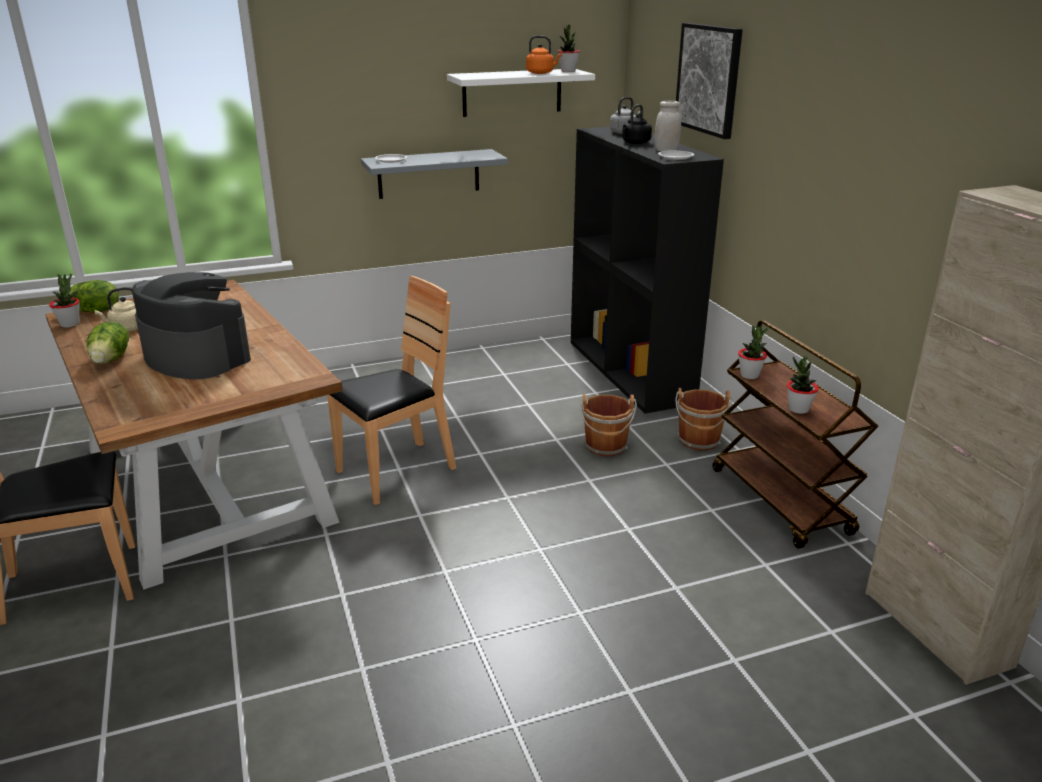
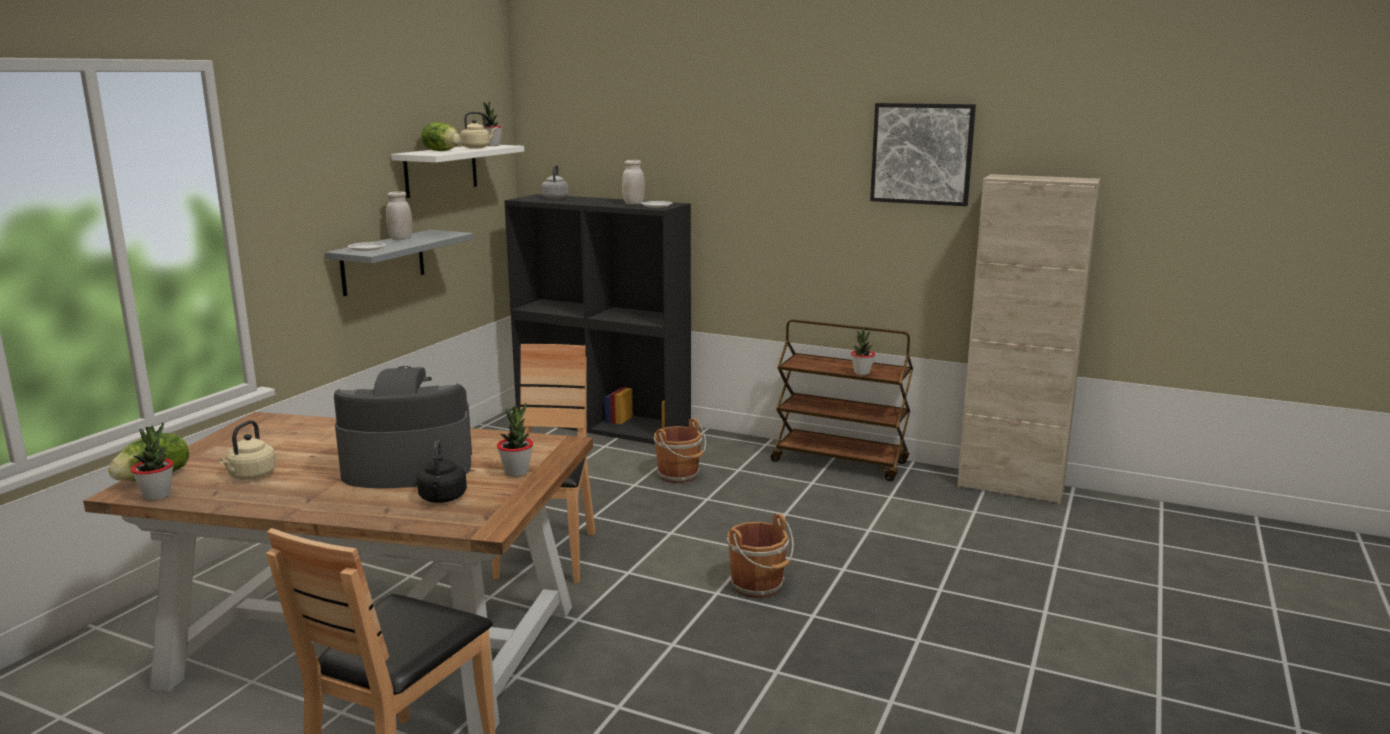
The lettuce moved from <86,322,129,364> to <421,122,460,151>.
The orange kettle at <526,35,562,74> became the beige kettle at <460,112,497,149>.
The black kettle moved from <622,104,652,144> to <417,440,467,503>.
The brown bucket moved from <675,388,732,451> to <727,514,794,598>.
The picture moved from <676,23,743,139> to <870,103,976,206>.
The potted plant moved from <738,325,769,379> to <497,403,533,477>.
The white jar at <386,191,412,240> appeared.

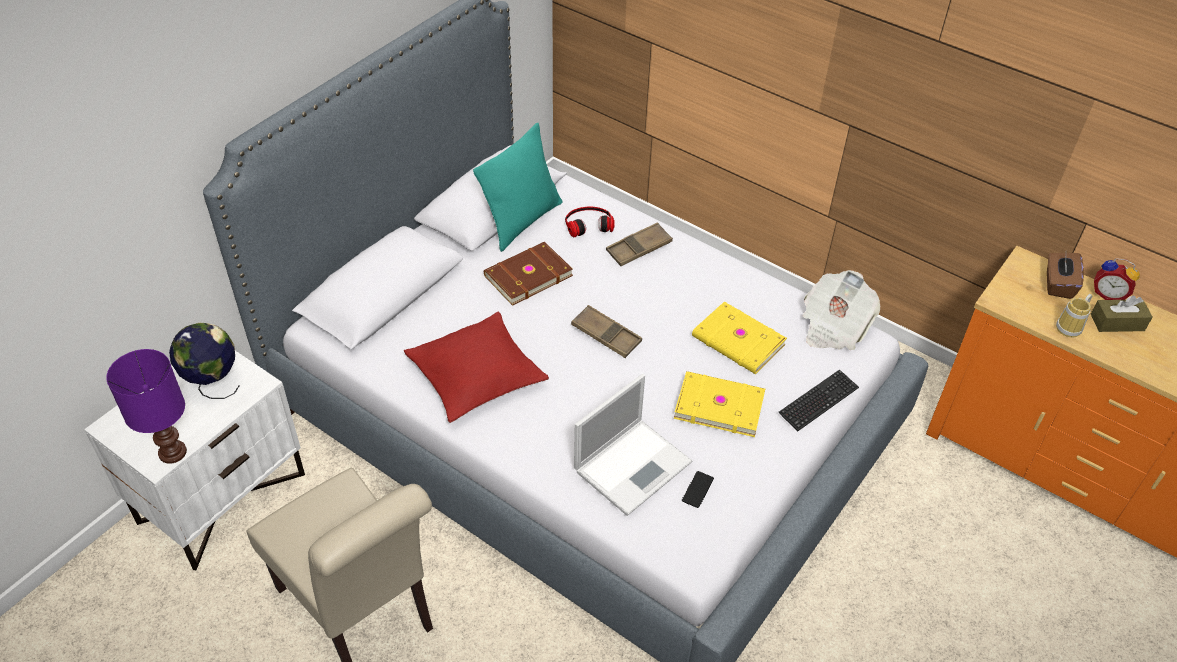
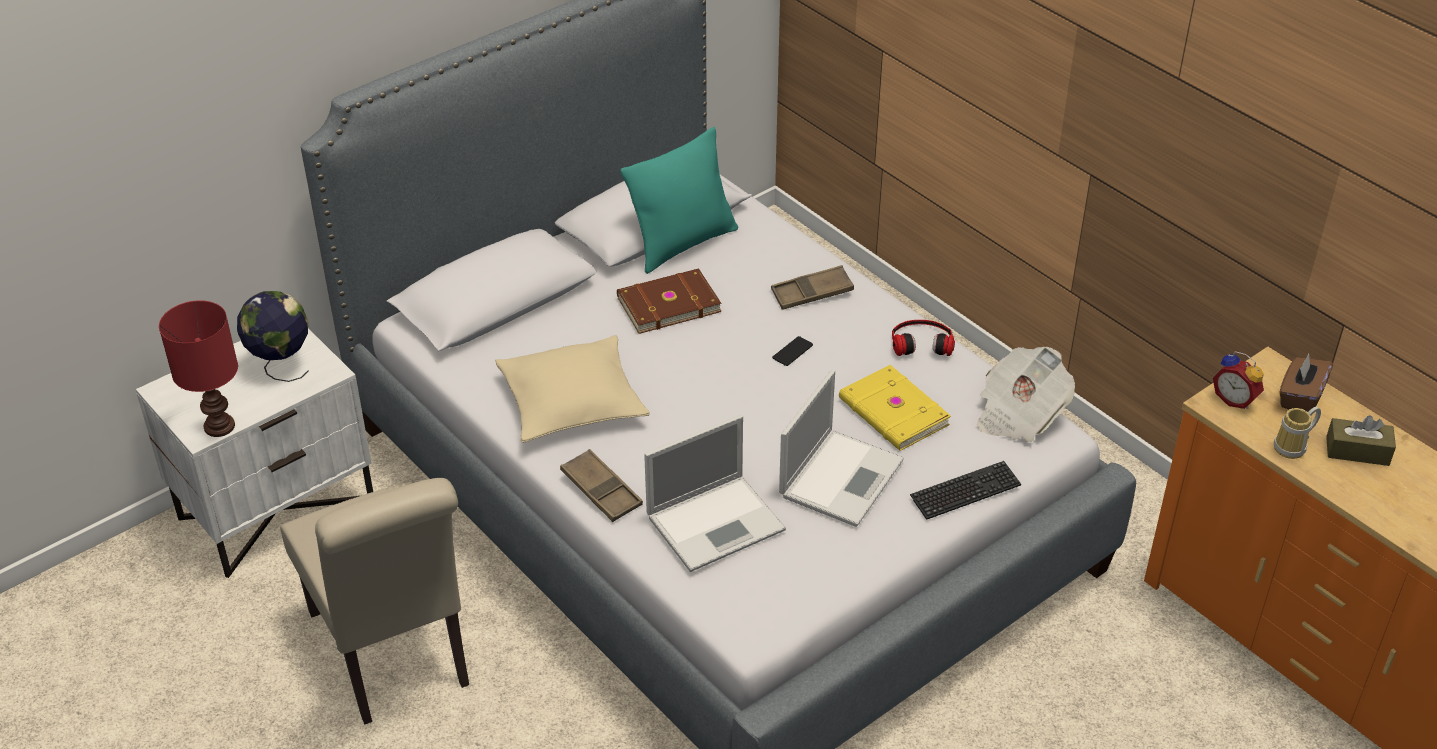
The purple table lamp at <106,349,187,464> became the red table lamp at <159,300,238,437>.
The red pillow at <404,311,549,423> became the beige pillow at <495,335,650,443>.
The headphones moved from <565,207,615,237> to <892,320,955,356>.
The brown tray moved from <571,305,642,358> to <560,449,643,522>.
The yellow book at <674,371,765,437> was replaced by the laptop at <779,370,904,527>.
The phone moved from <682,471,714,508> to <772,336,813,366>.
The alarm clock moved from <1094,258,1140,300> to <1213,351,1264,409>.

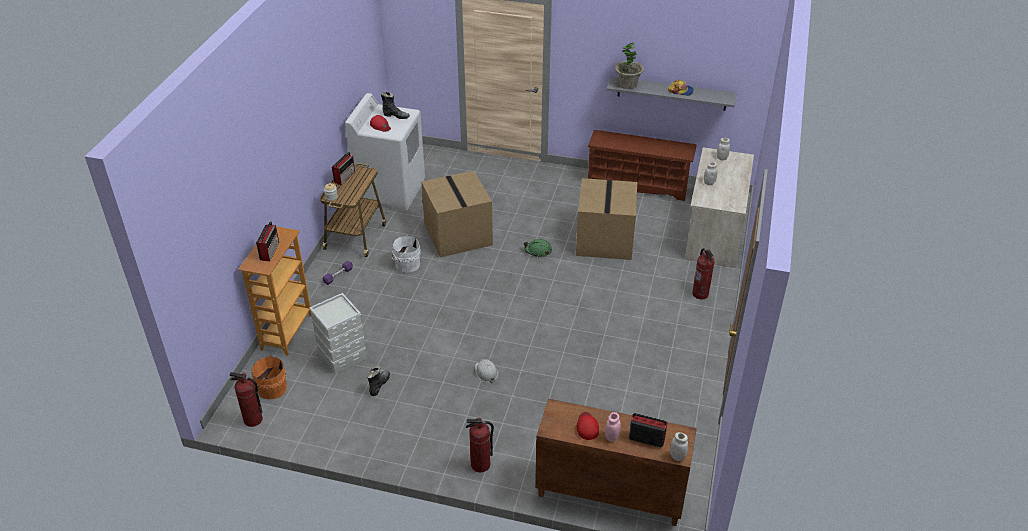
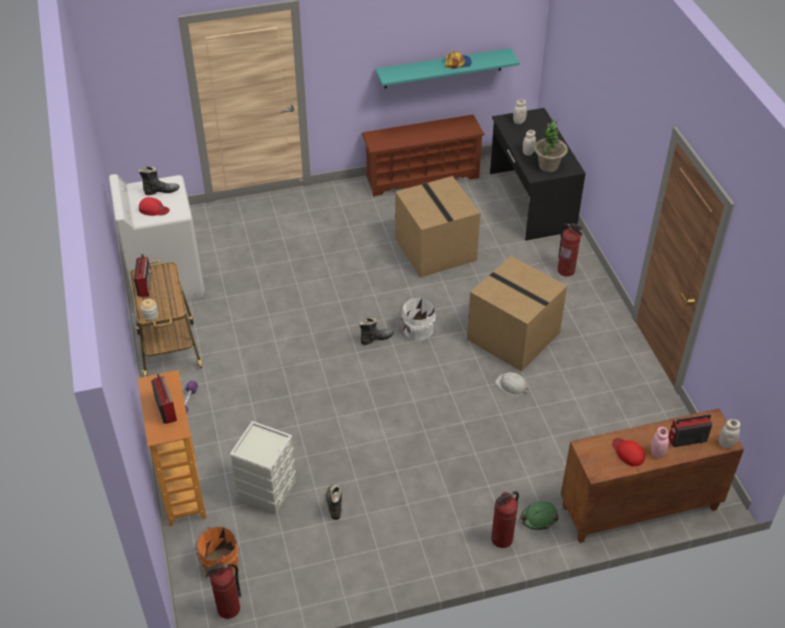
The white bucket moved from <392,234,421,273> to <399,297,436,341>.
The cardboard box moved from <421,171,493,258> to <467,256,567,372>.
The white hard hat moved from <475,359,498,383> to <495,372,529,396>.
The green hard hat moved from <524,239,552,257> to <520,501,558,530>.
The grey shelf at <607,76,737,111> became the turquoise shelf at <376,48,520,88>.
The potted plant moved from <615,42,644,89> to <534,120,568,172>.
The beige desk at <685,147,754,268> became the black desk at <490,108,586,241>.
The black boot at <359,318,394,345> appeared.

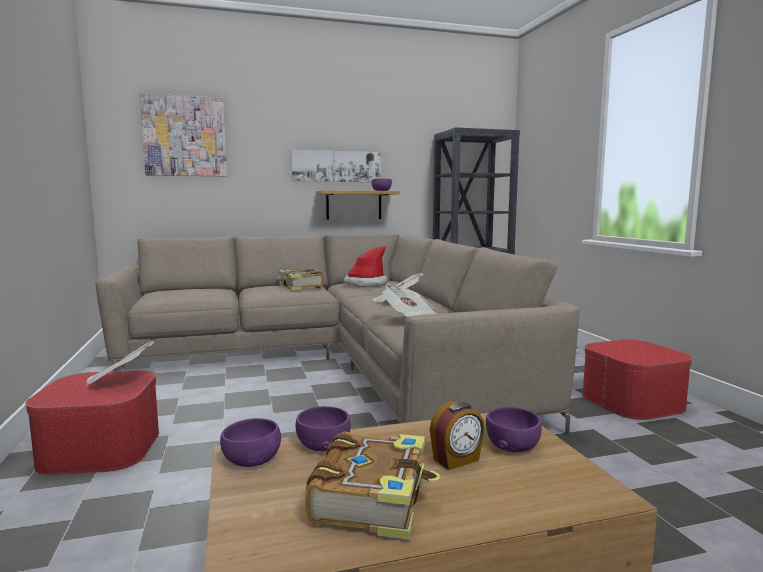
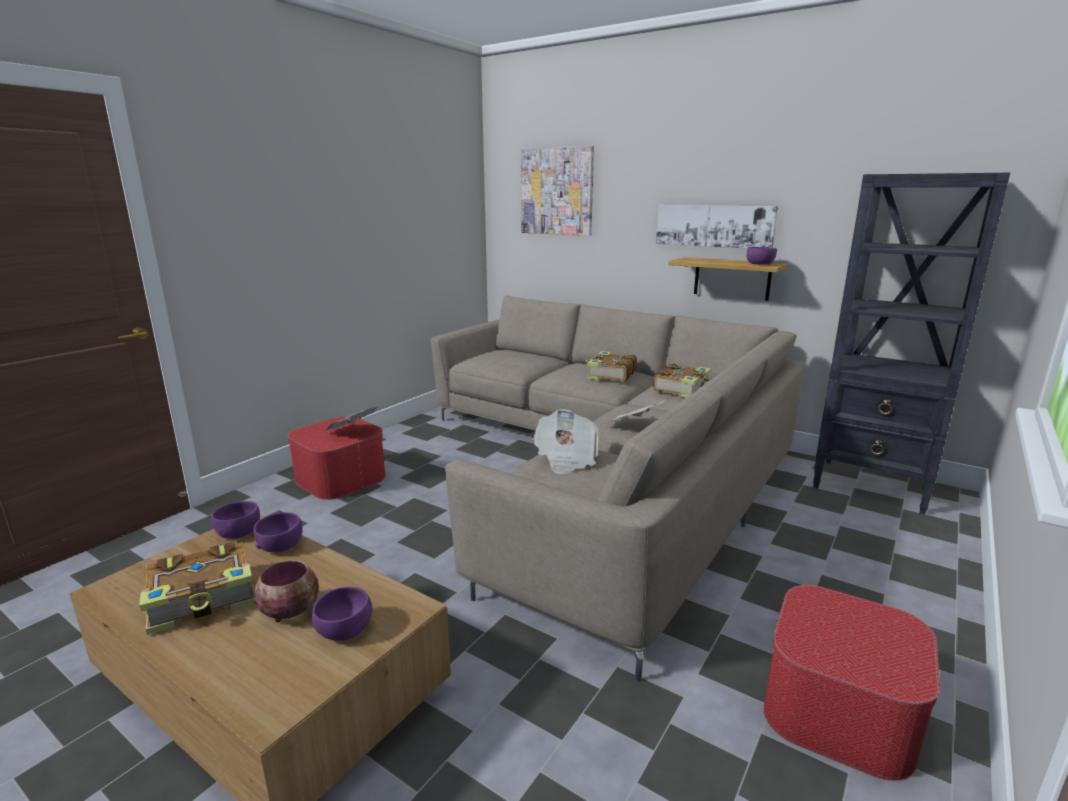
The hat at <344,246,388,287> was replaced by the book at <653,363,711,398>.
The alarm clock at <430,401,485,470> was replaced by the bowl at <254,560,319,622>.

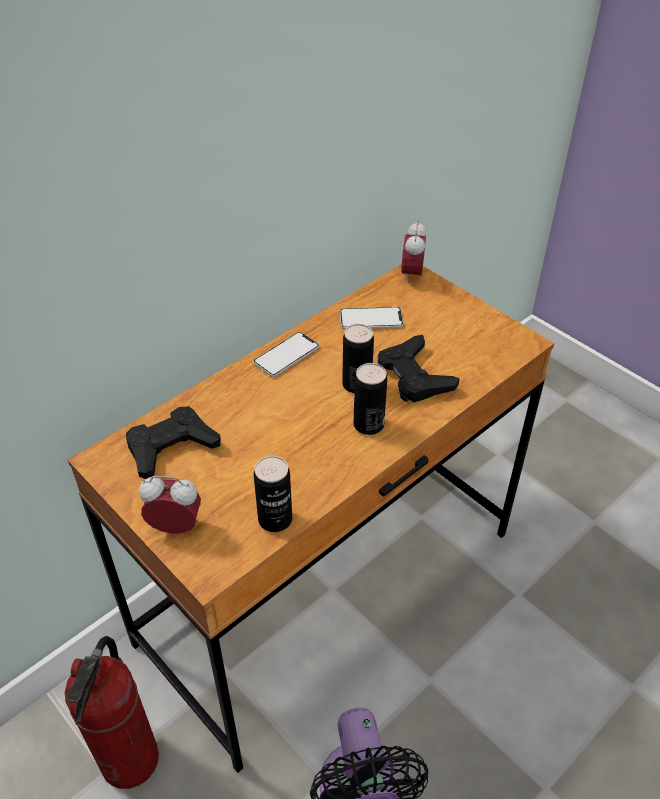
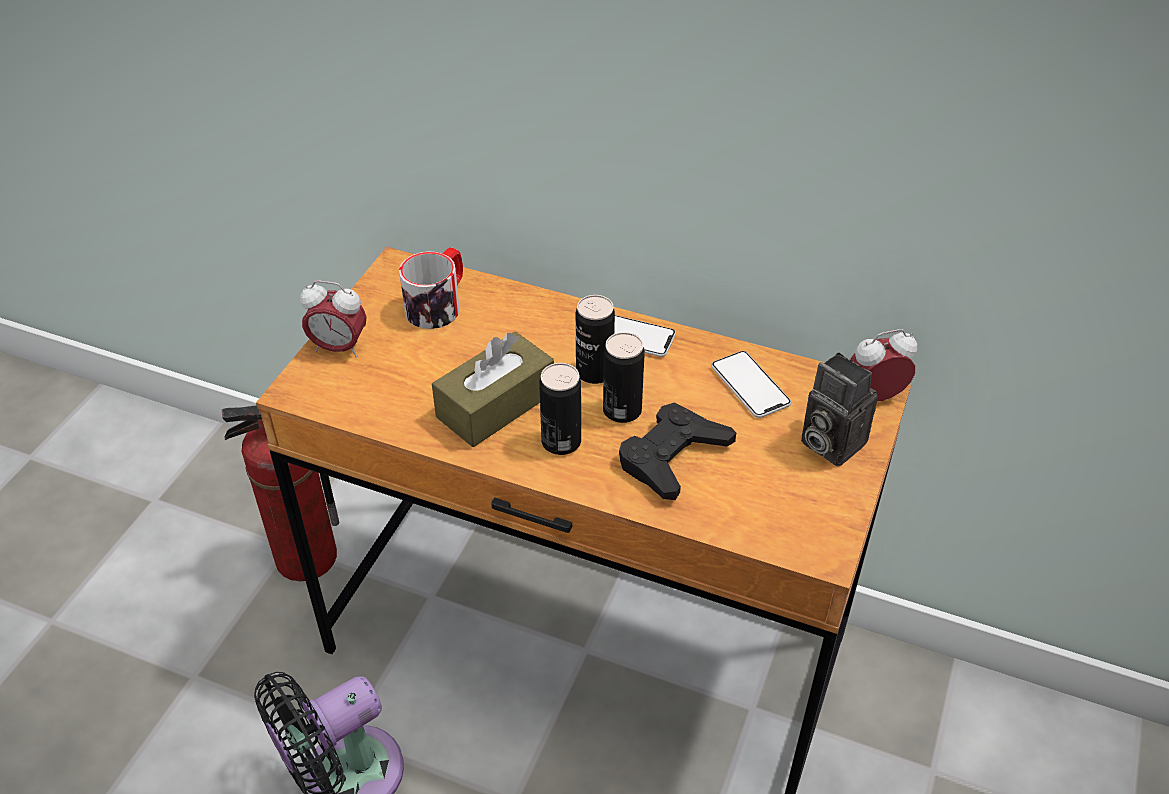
The black game controller at <126,406,221,479> was replaced by the mug at <399,247,463,329>.
The alarm clock at <139,476,201,534> turned 120 degrees clockwise.
The can moved from <254,456,292,532> to <576,295,615,384>.
The brown tissue box at <432,331,554,447> appeared.
The photo camera at <801,352,878,466> appeared.

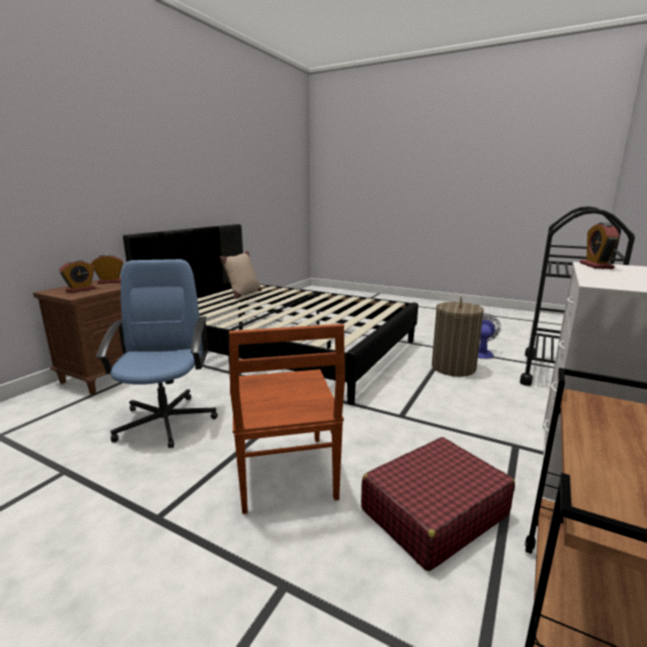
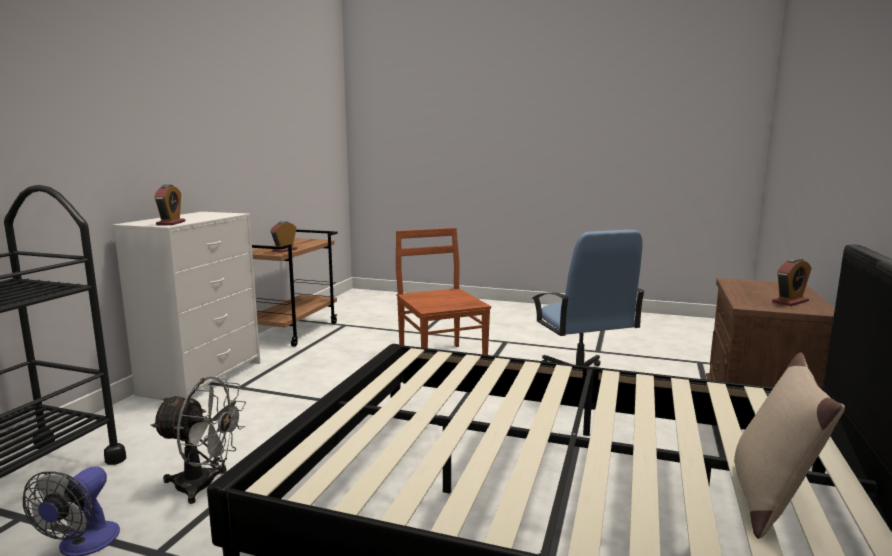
The alarm clock moved from <59,260,96,293> to <270,221,297,252>.
The red suitcase at <361,437,515,571> disappeared.
The laundry basket at <432,297,484,377> was replaced by the grey fan at <151,376,246,504>.

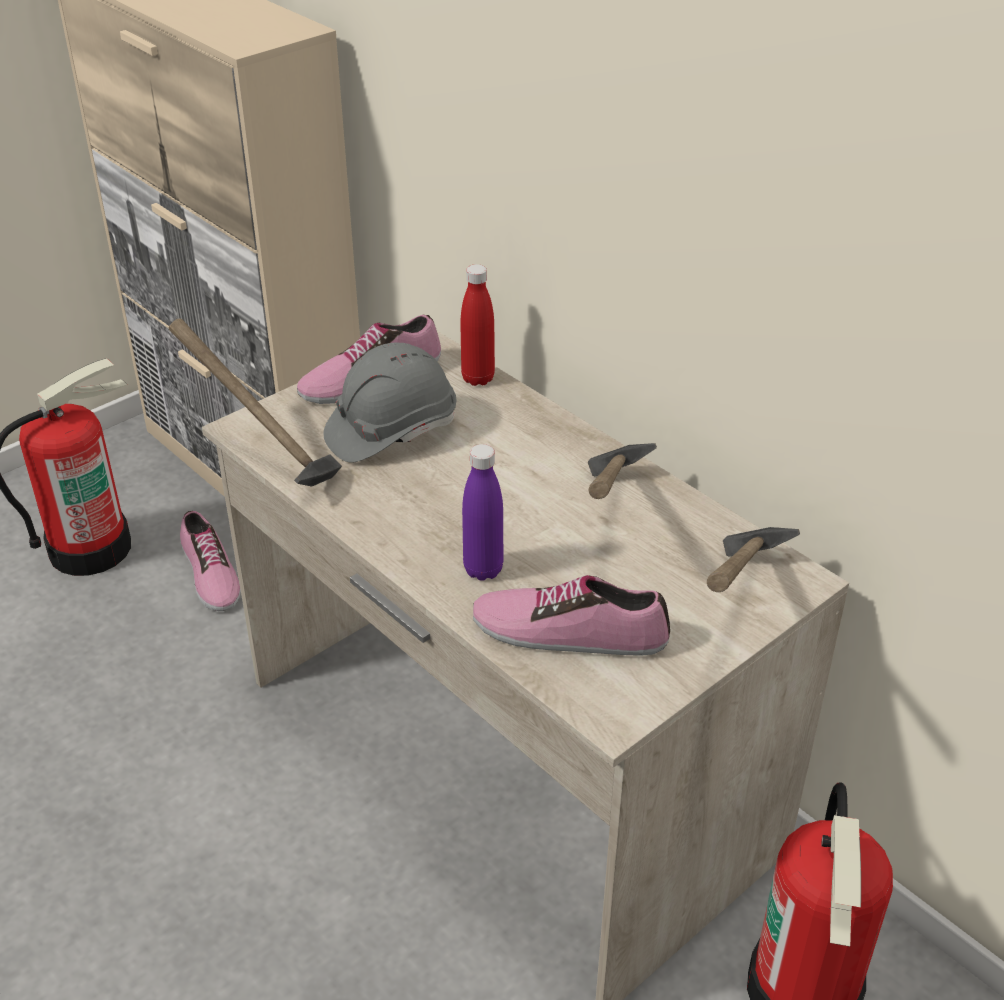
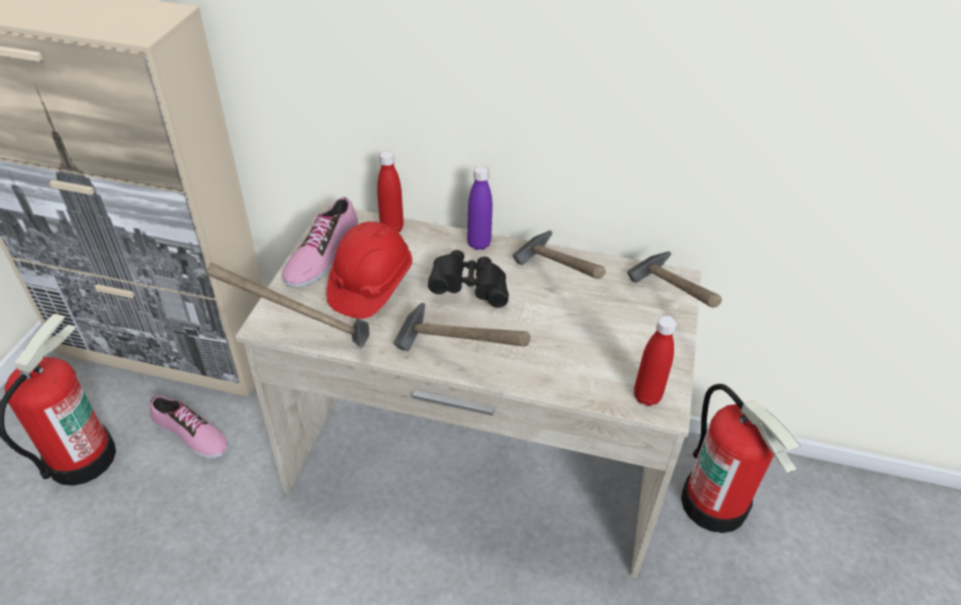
The grey hard hat at <324,343,457,463> became the red hard hat at <326,222,412,319>.
The purple bottle moved from <462,444,504,581> to <467,166,492,250>.
The shoe at <473,575,670,656> disappeared.
The hammer at <394,303,531,351> appeared.
The black binoculars at <428,250,509,308> appeared.
The red bottle at <634,315,677,406> appeared.

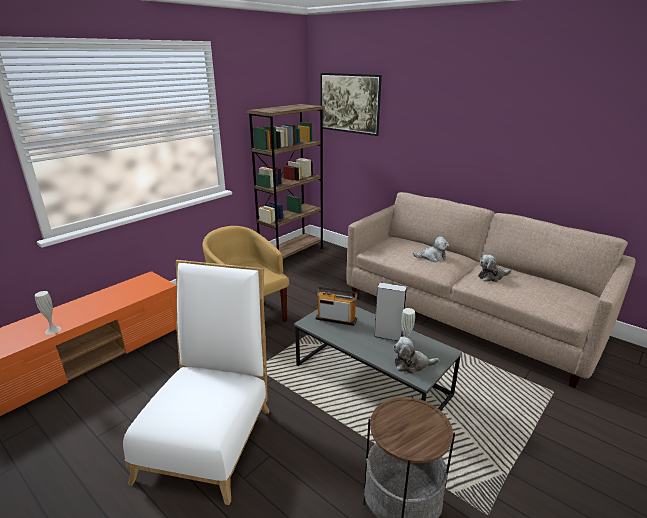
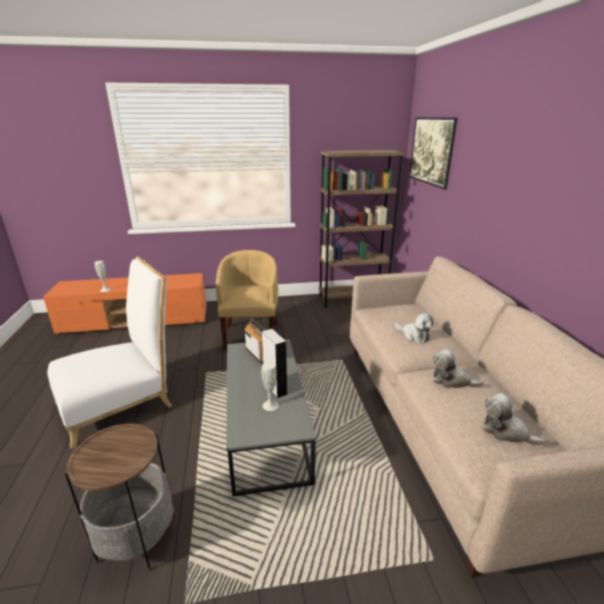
The plush toy moved from <393,337,440,374> to <482,393,546,446>.

